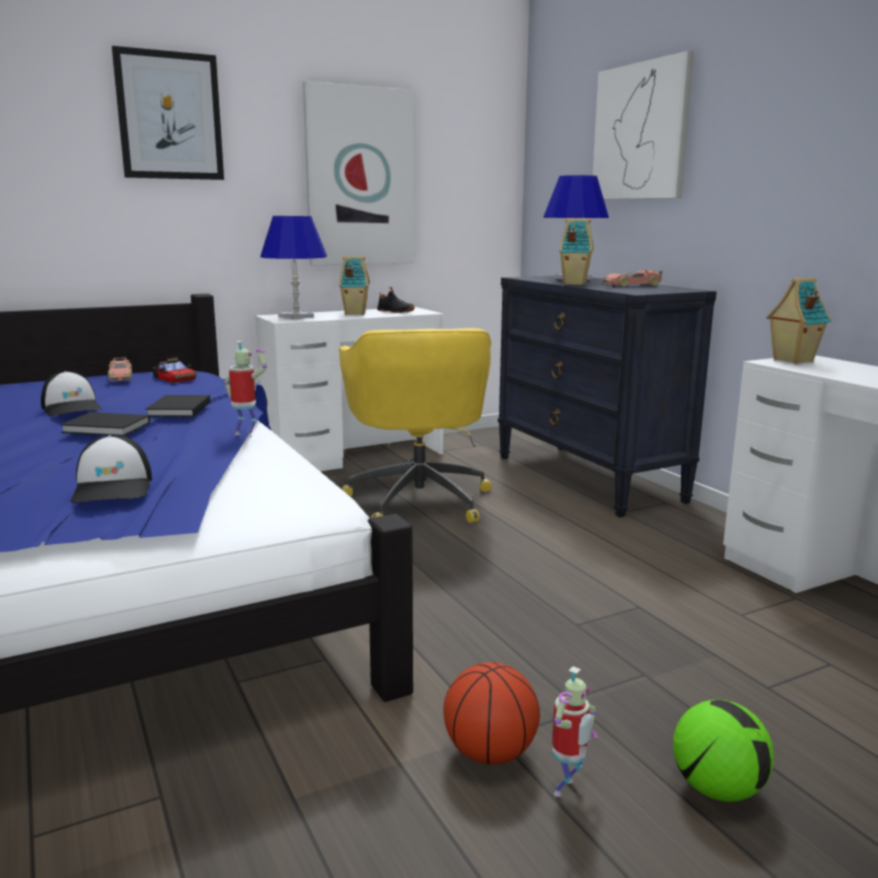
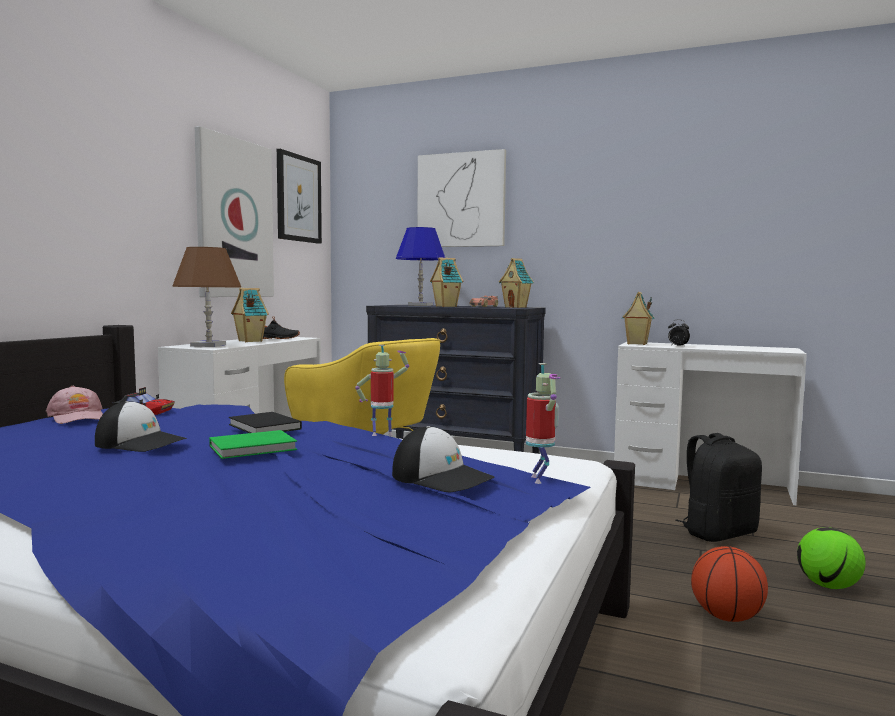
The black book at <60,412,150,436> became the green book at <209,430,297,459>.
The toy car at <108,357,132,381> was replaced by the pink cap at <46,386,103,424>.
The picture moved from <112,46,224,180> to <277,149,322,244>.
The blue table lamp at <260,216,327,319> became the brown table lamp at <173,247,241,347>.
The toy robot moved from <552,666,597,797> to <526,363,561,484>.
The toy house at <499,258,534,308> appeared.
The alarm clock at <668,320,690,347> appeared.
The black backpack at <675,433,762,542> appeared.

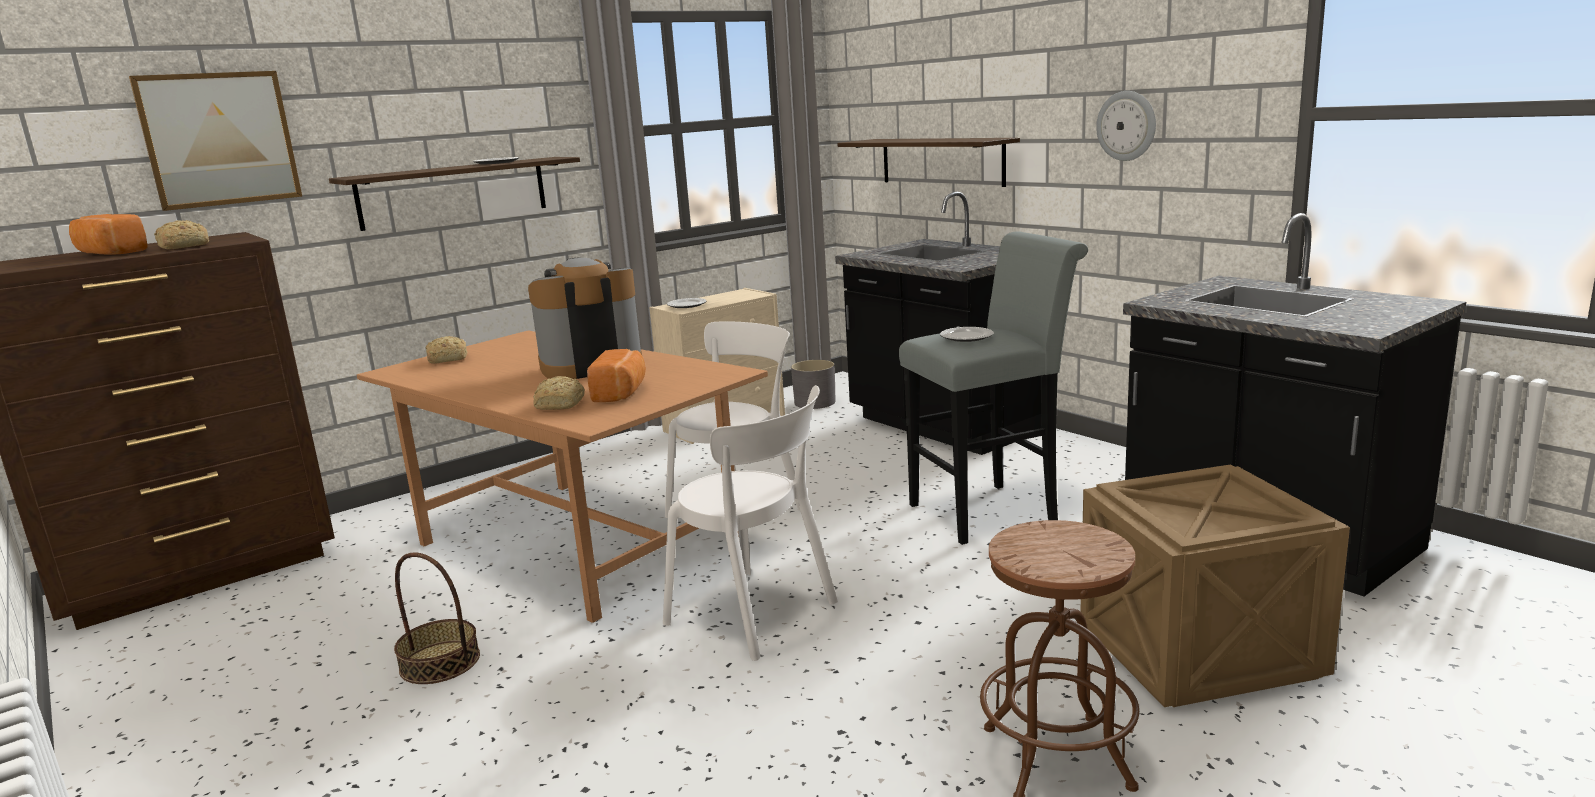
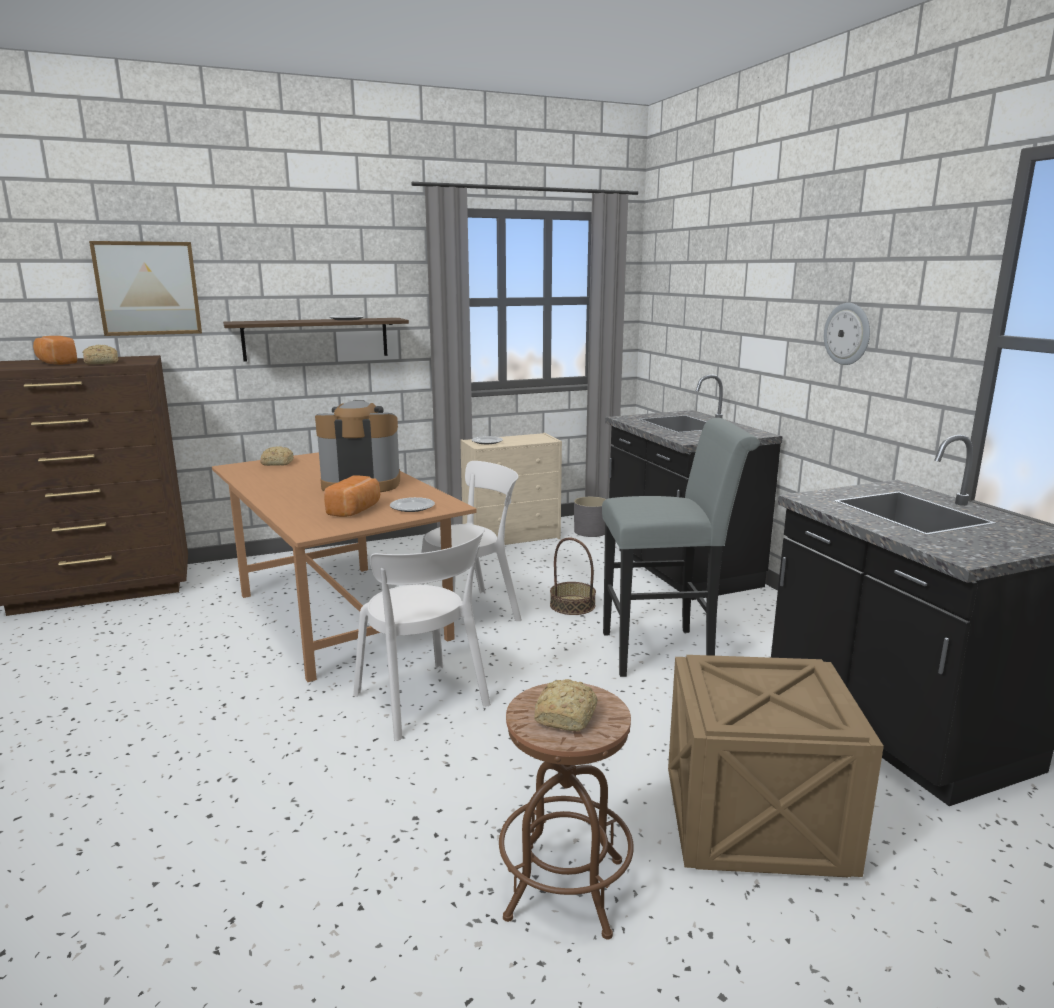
The basket moved from <394,552,480,684> to <550,538,596,615>.
The bread moved from <533,376,585,410> to <534,679,598,732>.
The shelf at <837,138,1020,187> disappeared.
The plate moved from <940,327,994,342> to <390,497,435,512>.

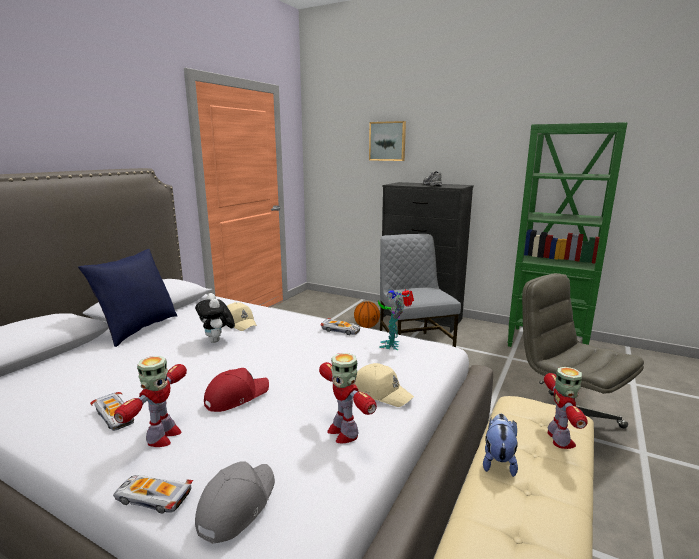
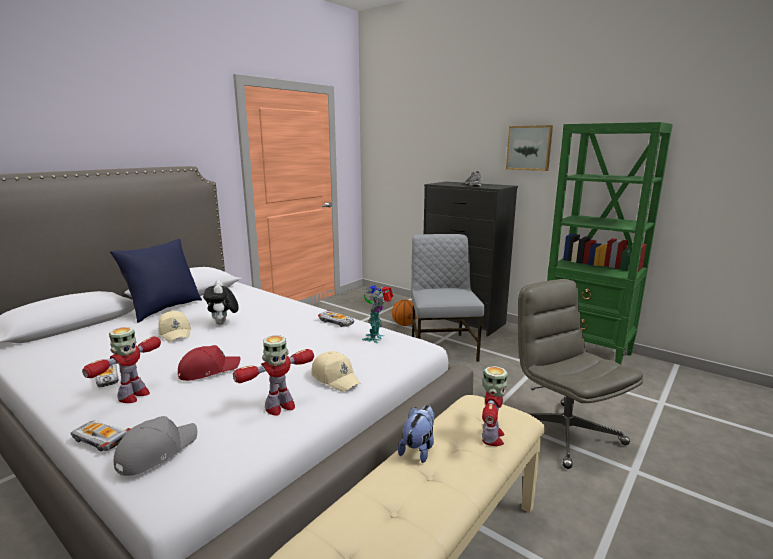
The beige cap moved from <227,302,257,331> to <158,311,191,342>.
The toy robot at <319,353,377,443> turned 105 degrees counterclockwise.
The picture moved from <369,121,406,161> to <506,125,553,171>.

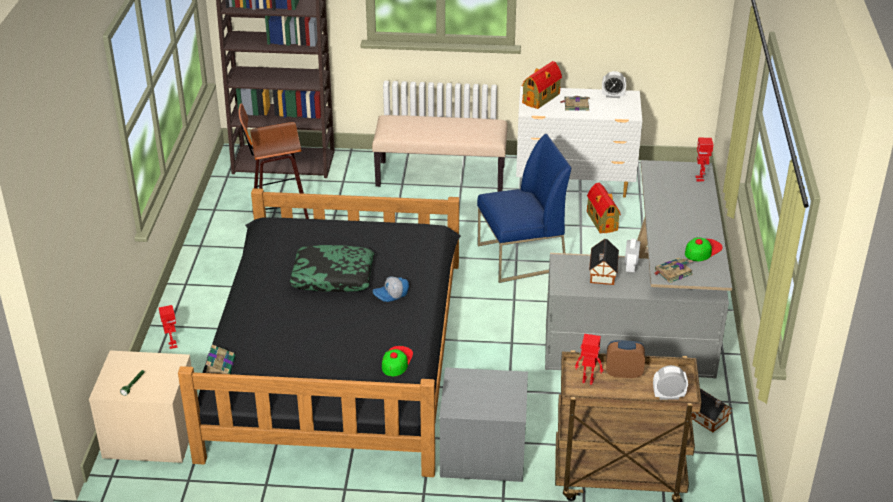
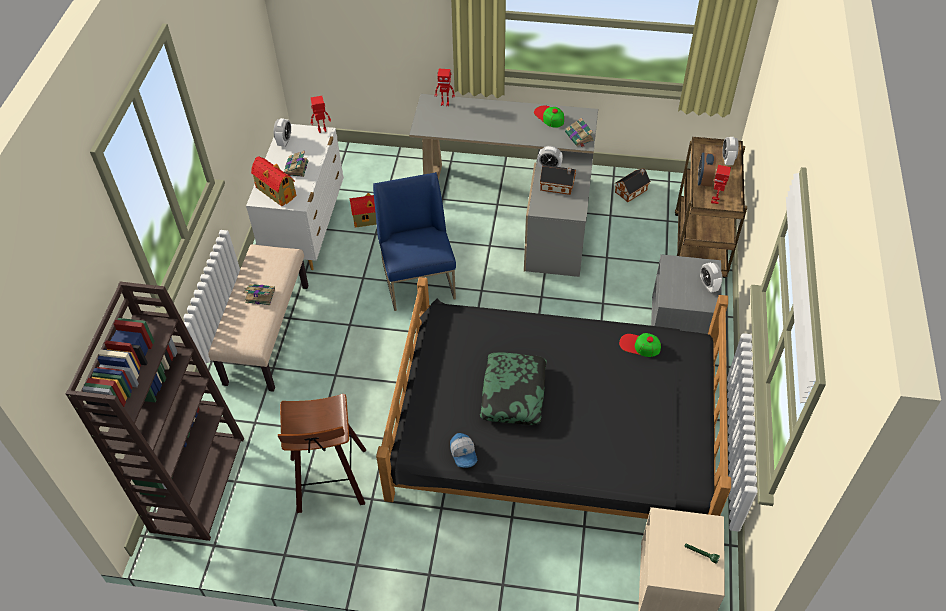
The toy robot moved from <159,305,178,349> to <310,96,331,133>.
The book moved from <206,344,235,374> to <243,284,275,305>.
The cap moved from <372,276,409,302> to <450,433,478,468>.
The alarm clock at <700,262,723,293> appeared.

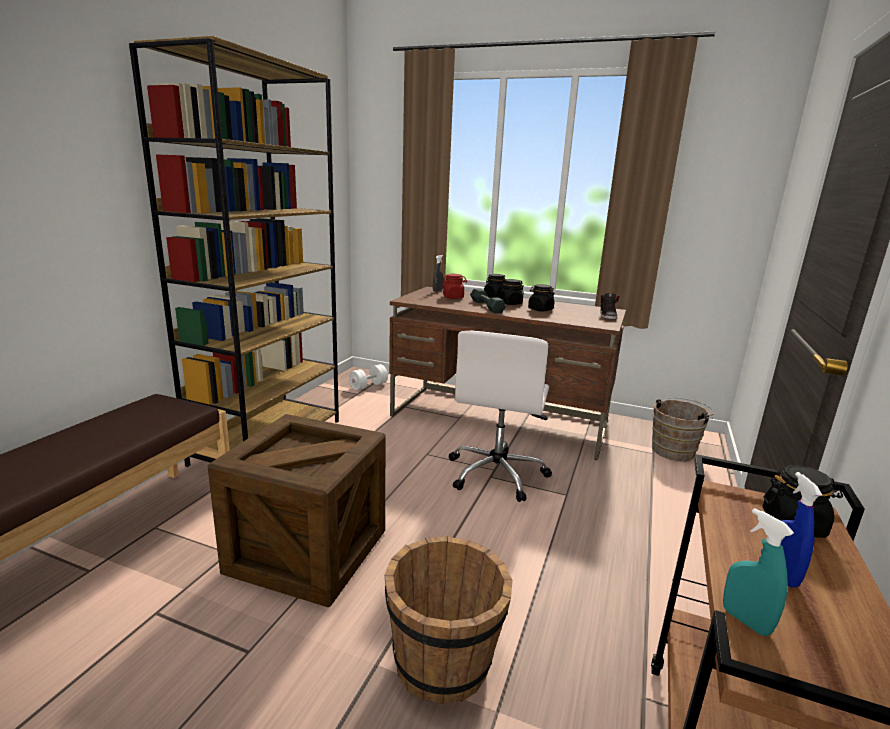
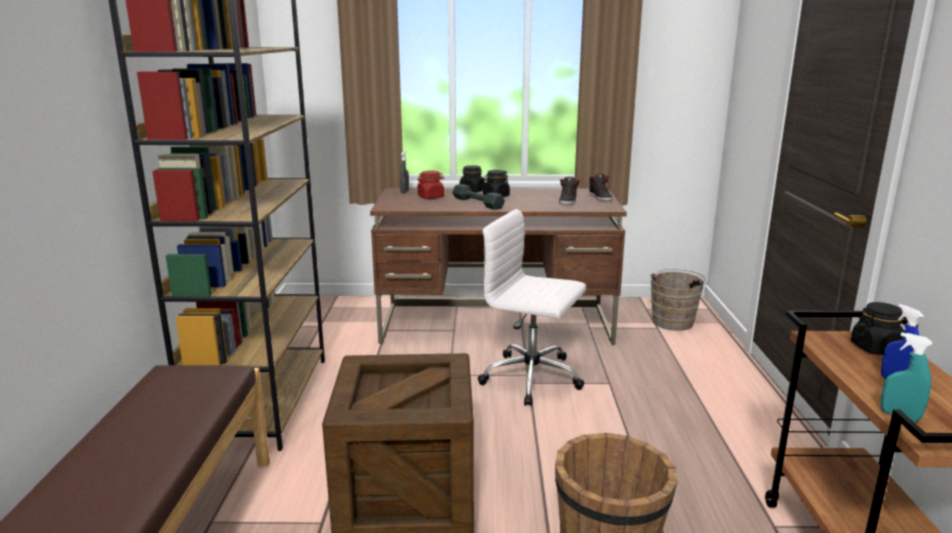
The white dumbbell at <349,364,388,390> disappeared.
The white office chair at <449,331,552,502> turned 120 degrees clockwise.
The black jar at <528,284,555,311> disappeared.
The black shoe at <559,177,580,205> appeared.

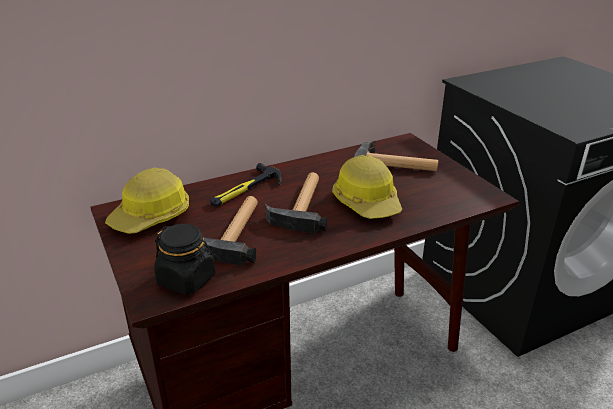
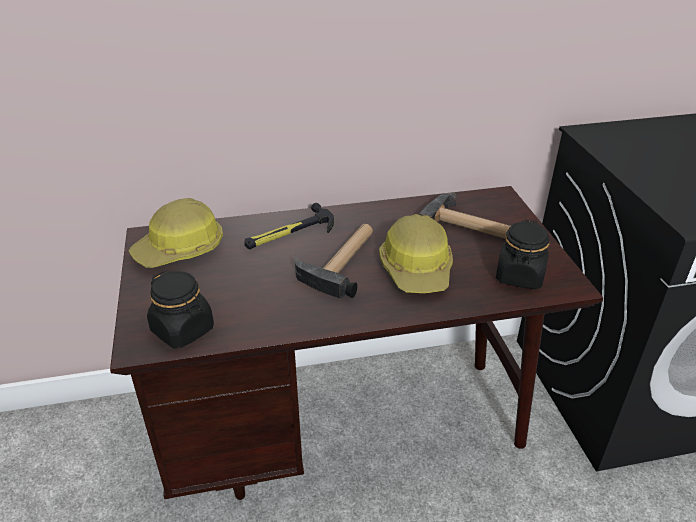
The hammer at <204,196,258,266> disappeared.
The black jar at <496,220,549,289> appeared.

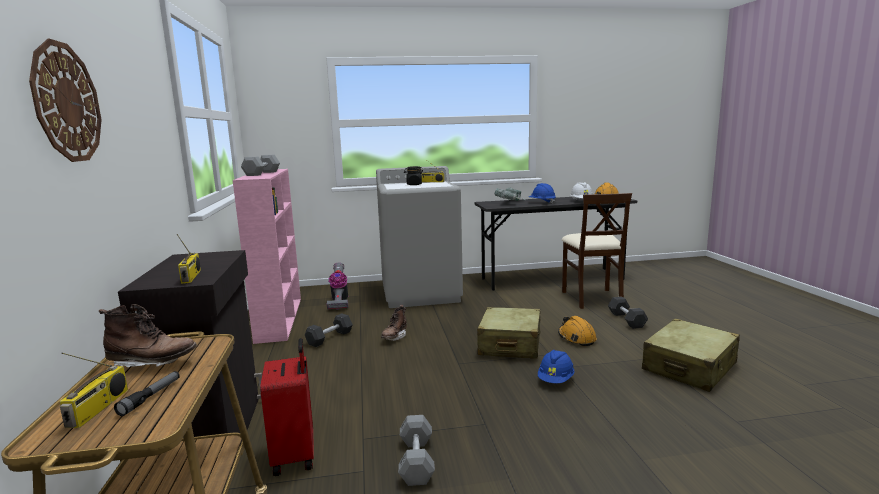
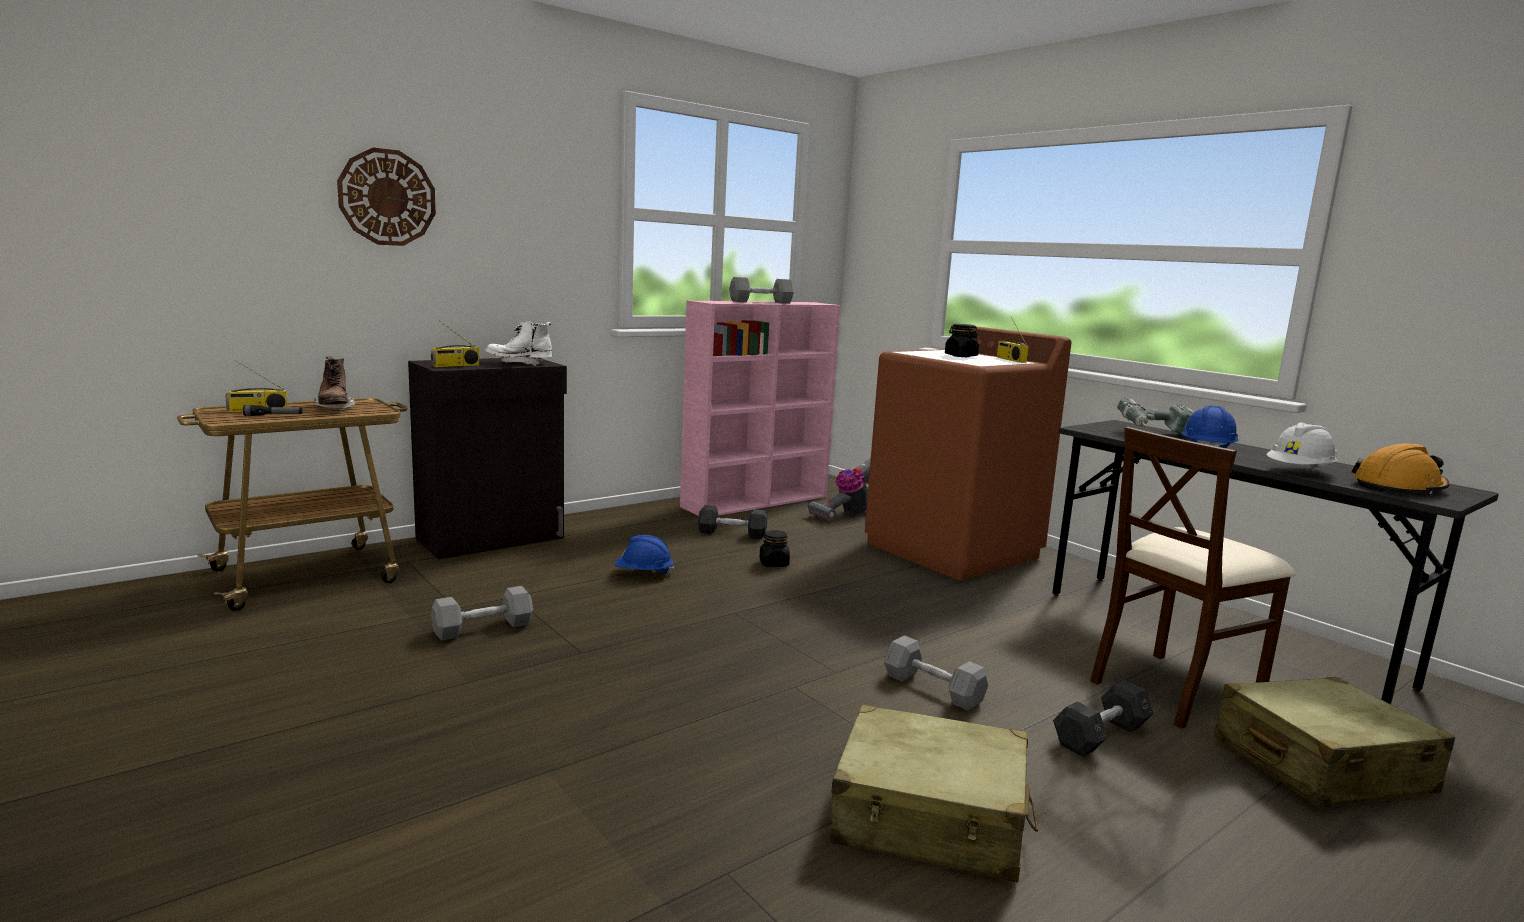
The red suitcase at <260,338,314,476> disappeared.
The grey washing machine at <376,166,463,308> became the brown washing machine at <865,326,1071,580>.
The brown boot at <381,305,407,341> was replaced by the black jar at <759,530,790,567>.
The beige suitcase moved from <477,307,541,359> to <1214,677,1455,808>.
The blue hard hat moved from <538,350,575,383> to <615,535,674,575>.
The orange hard hat at <558,316,597,346> was replaced by the grey dumbbell at <884,635,988,711>.
The white boot at <485,322,552,366> appeared.

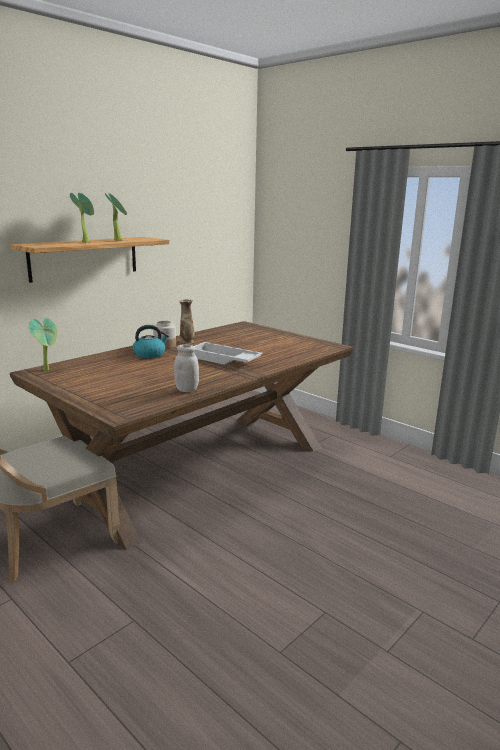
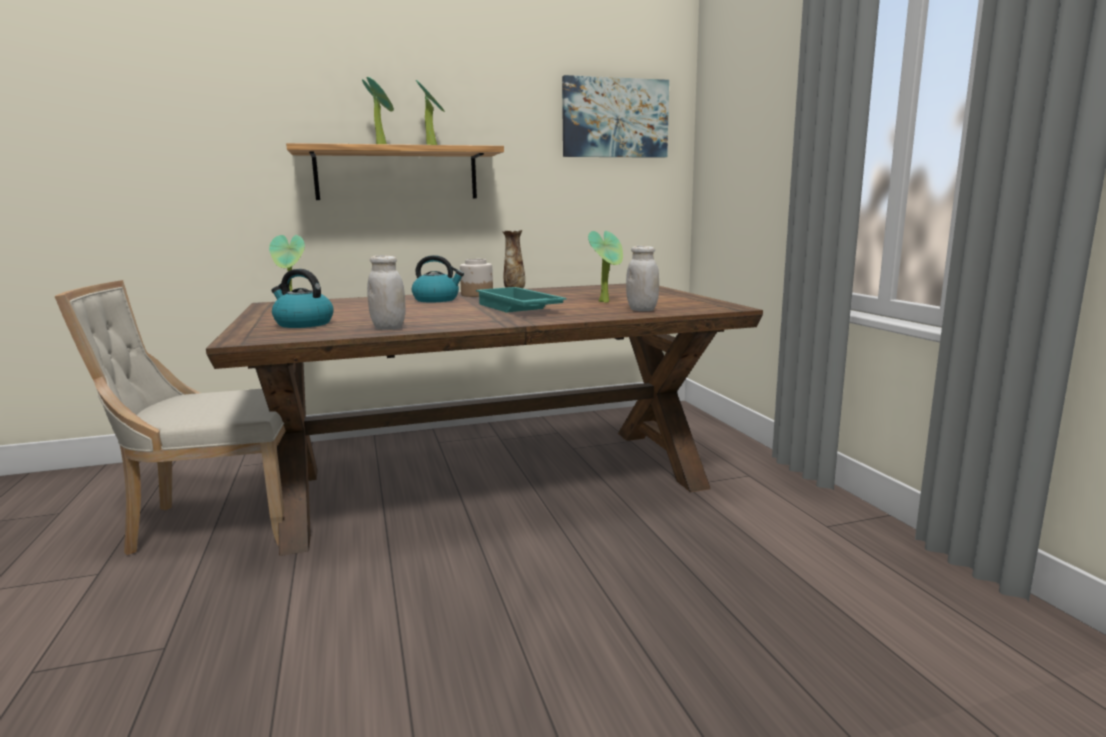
The white tray at <195,342,263,365> became the turquoise tray at <476,287,567,313>.
The kettle at <272,269,334,328> appeared.
The picture at <562,75,669,158> appeared.
The potted plant at <588,231,623,303> appeared.
The white jar at <626,246,659,311> appeared.

